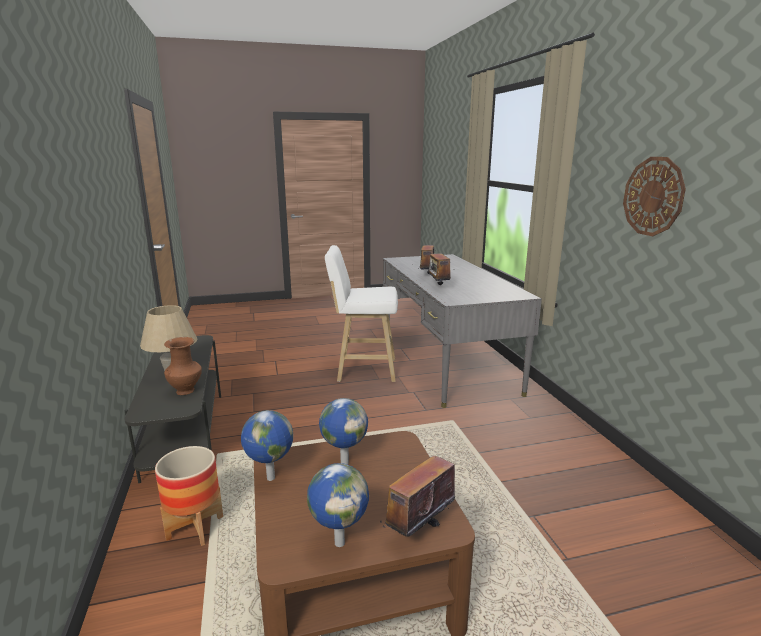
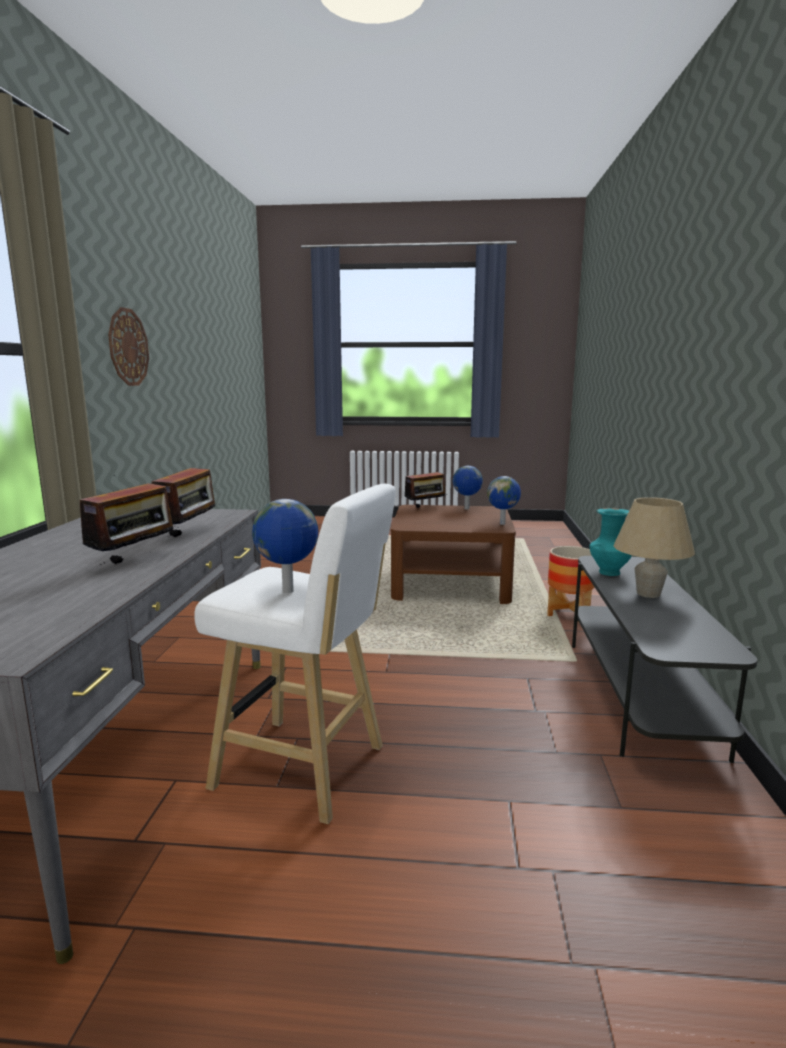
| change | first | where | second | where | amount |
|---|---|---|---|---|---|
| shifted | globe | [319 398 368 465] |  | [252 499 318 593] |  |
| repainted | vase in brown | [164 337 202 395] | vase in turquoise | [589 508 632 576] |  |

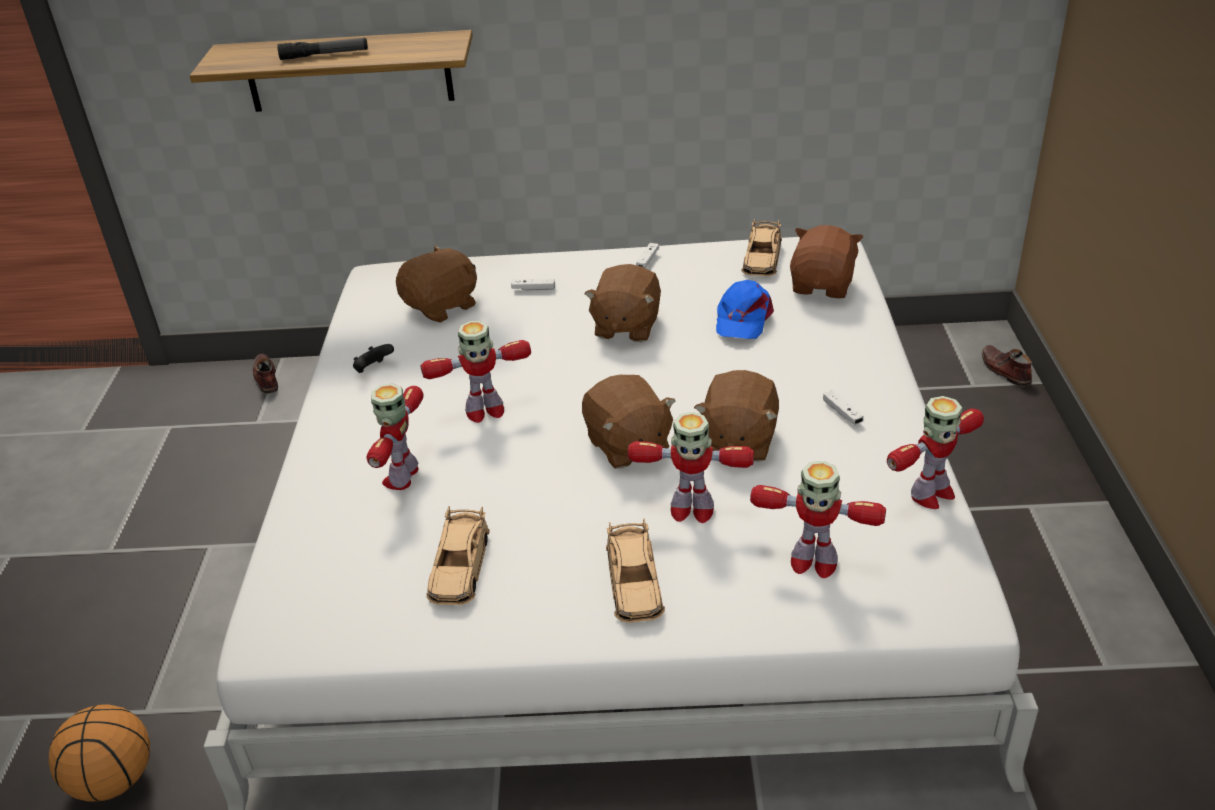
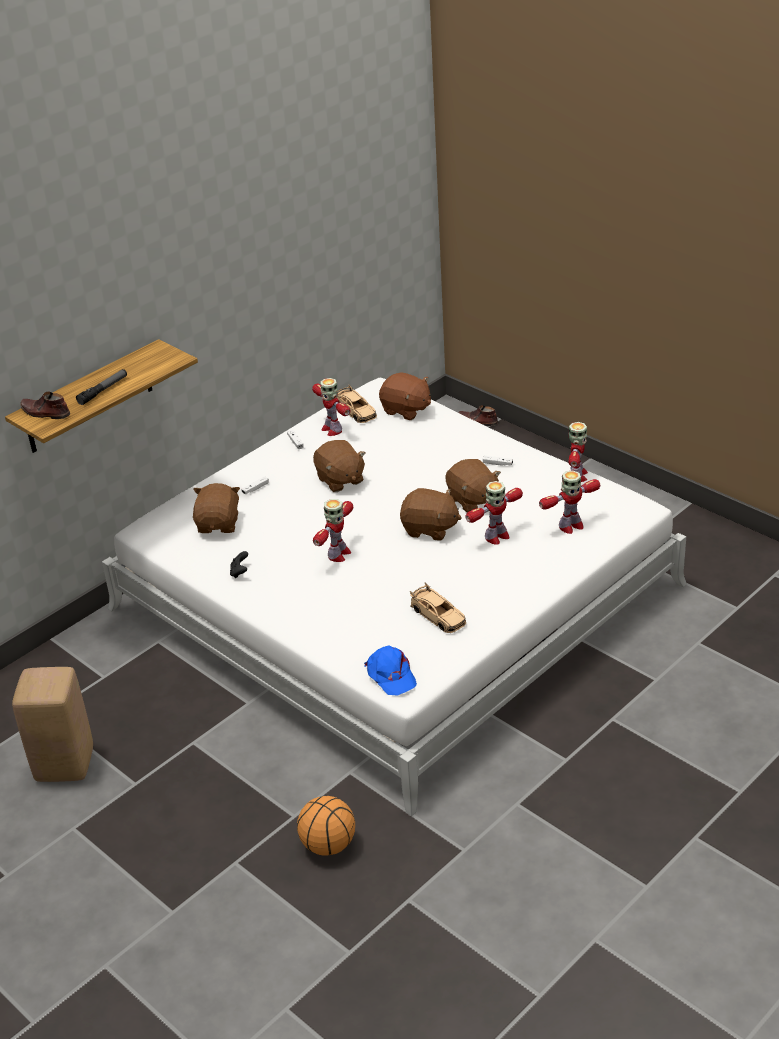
| change | first | where | second | where | amount |
|---|---|---|---|---|---|
| new |  |  | stool in beige | [12 667 93 782] |  |
| shifted | shoe in brown | [253 354 278 394] |  | [20 392 70 419] |  |
| shifted | toy robot | [367 384 423 490] |  | [312 378 350 436] |  |
| shifted | cap in blue | [716 280 774 339] |  | [364 646 417 696] |  |
| rotated | plush toy in brown | [790 225 863 298] |  | [379 372 431 420] | 150 degrees clockwise |
| gone | toy car in beige | [606 518 665 623] |  |  |  |

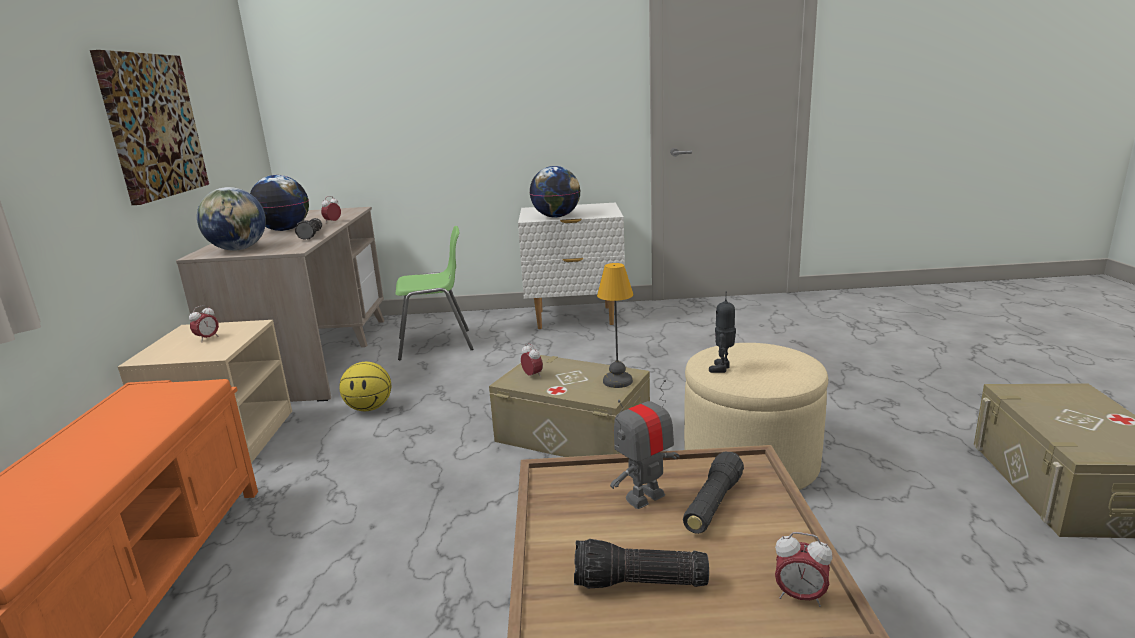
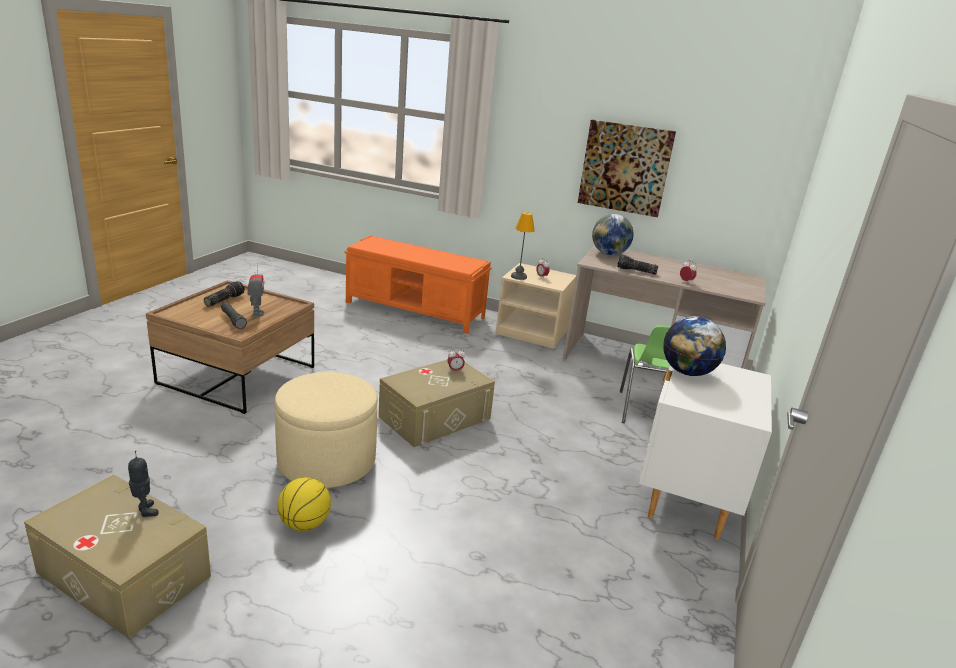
| change | first | where | second | where | amount |
|---|---|---|---|---|---|
| shifted | toy robot | [709 292 736 373] |  | [128 451 159 517] |  |
| shifted | basketball | [339 362 391 411] |  | [277 477 331 531] |  |
| shifted | table lamp | [597 263 634 388] |  | [511 212 535 280] |  |
| gone | globe | [250 175 309 231] |  |  |  |
| gone | alarm clock | [775 532 833 607] |  |  |  |

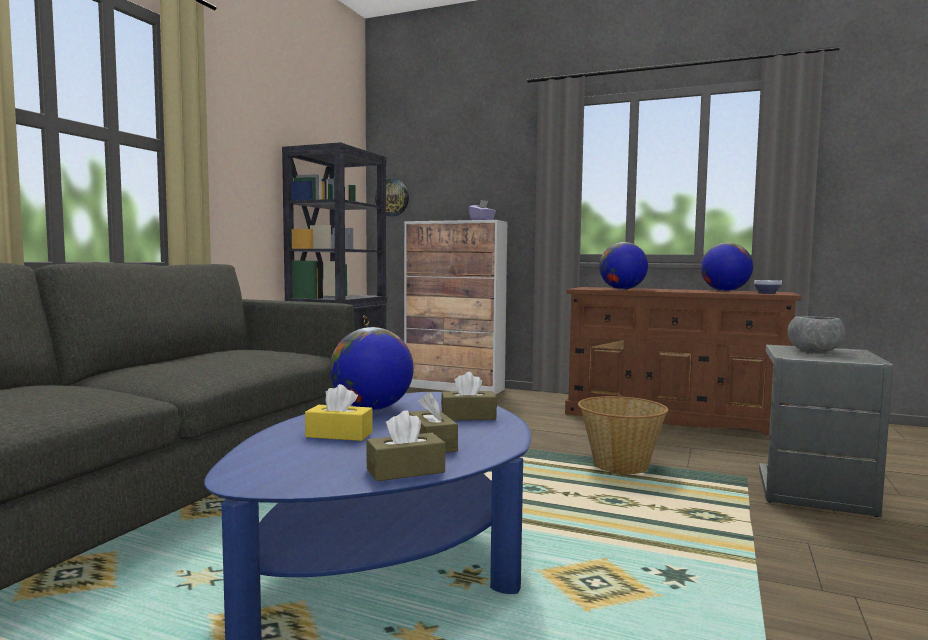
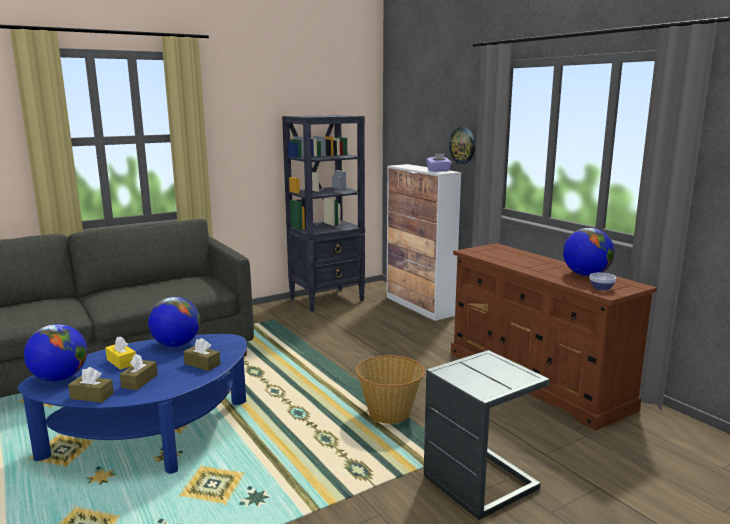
| change | first | where | second | where | amount |
|---|---|---|---|---|---|
| shifted | globe | [599 242 648 290] |  | [24 324 87 381] |  |
| shifted | wall clock | [375 179 409 217] |  | [449 127 475 164] |  |
| gone | bowl in grey | [788 316 845 352] |  |  |  |

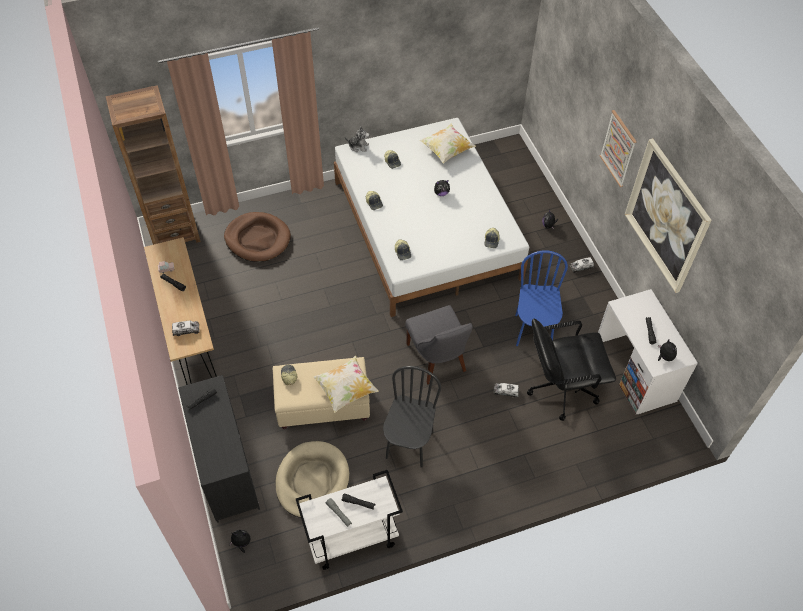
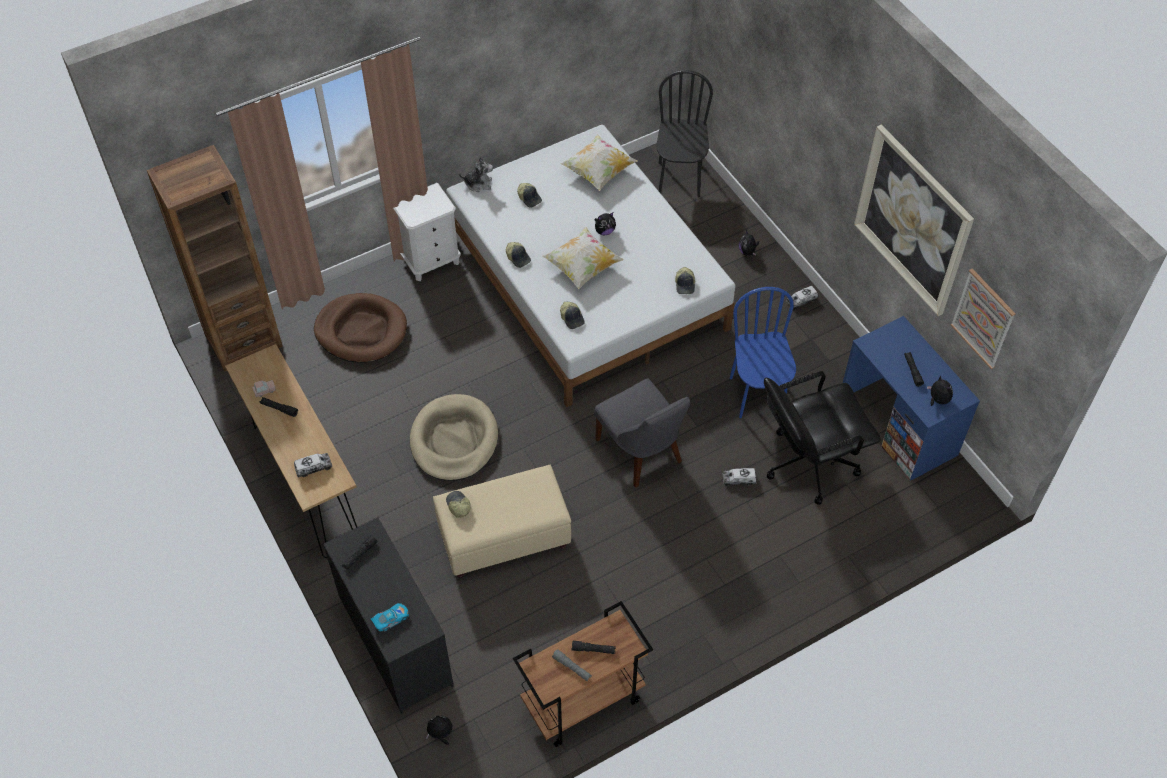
| change | first | where | second | where | amount |
|---|---|---|---|---|---|
| new |  |  | toy car | [370 603 409 632] |  |
| new |  |  | nightstand in white | [393 183 461 281] |  |
| shifted | dog bed in beige | [276 441 349 518] |  | [410 394 498 481] |  |
| repainted | cart in white | [296 470 403 570] | cart in brown | [513 601 653 747] |  |
| shifted | pillow | [313 356 379 413] |  | [542 227 624 289] |  |
| shifted | chair in black | [383 366 441 468] |  | [656 70 713 197] |  |
| repainted | desk in white | [598 289 698 415] | desk in blue | [843 316 980 481] |  |
| shifted | picture | [600 110 637 187] |  | [951 269 1016 369] |  |

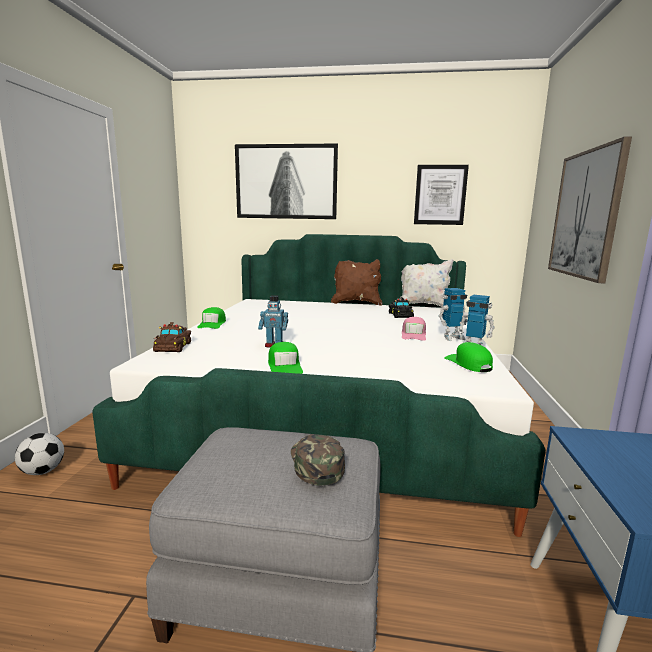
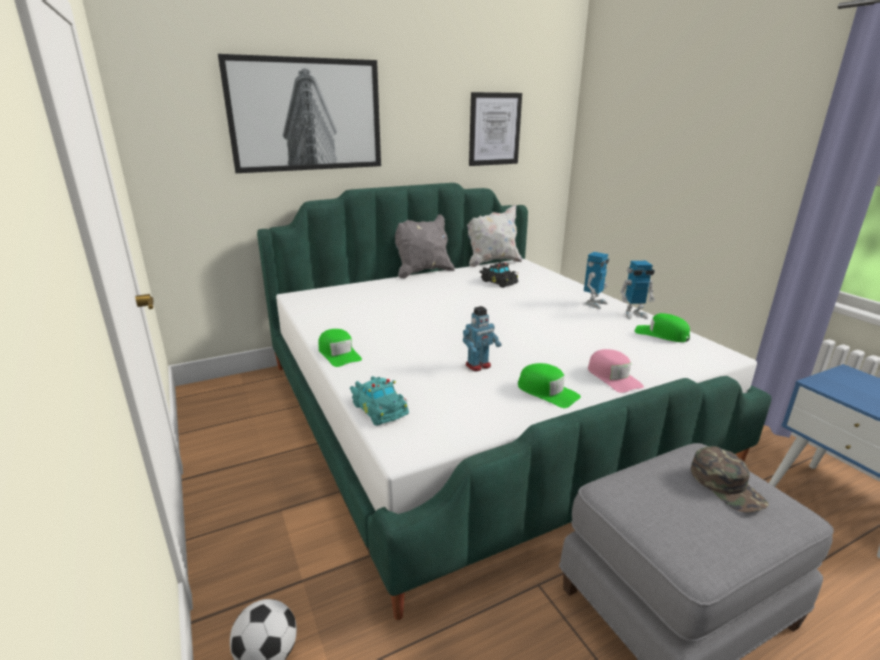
| change | first | where | second | where | amount |
|---|---|---|---|---|---|
| repainted | toy car in brown | [153 322 191 352] | toy car in turquoise | [350 376 409 426] |  |
| repainted | pillow in brown | [331 259 382 306] | pillow in grey | [395 214 455 279] |  |
| shifted | cap in pink | [402 317 426 341] |  | [588 349 644 393] |  |
| rotated | cap in green | [291 434 345 486] |  | [691 446 769 513] | 150 degrees counterclockwise |
| gone | picture | [548 137 632 283] |  |  |  |

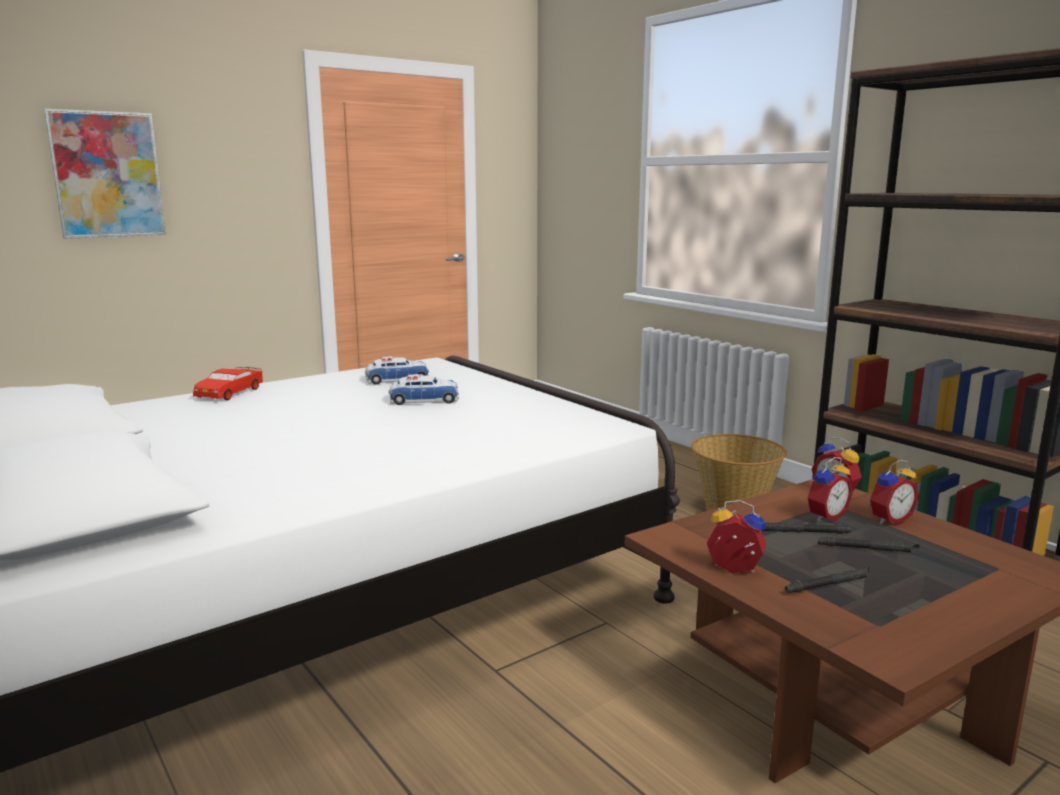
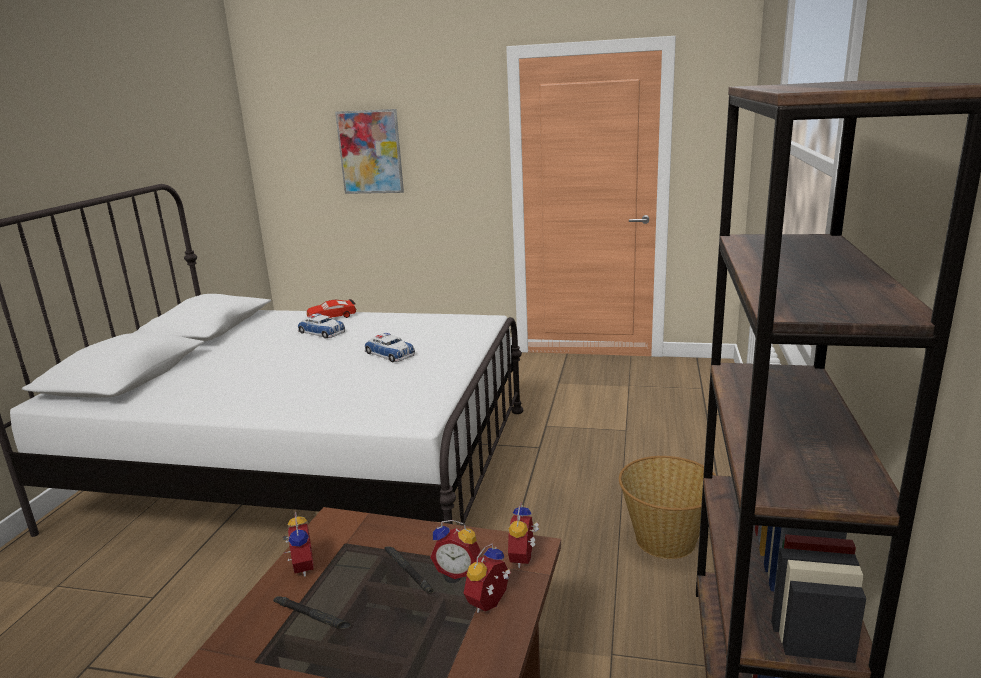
| change | first | where | second | where | amount |
|---|---|---|---|---|---|
| shifted | toy car | [365 356 429 385] |  | [298 313 345 339] |  |
| rotated | alarm clock | [870 460 919 524] |  | [463 543 511 613] | 105 degrees clockwise |
| gone | flashlight in black | [817 536 920 553] |  |  |  |

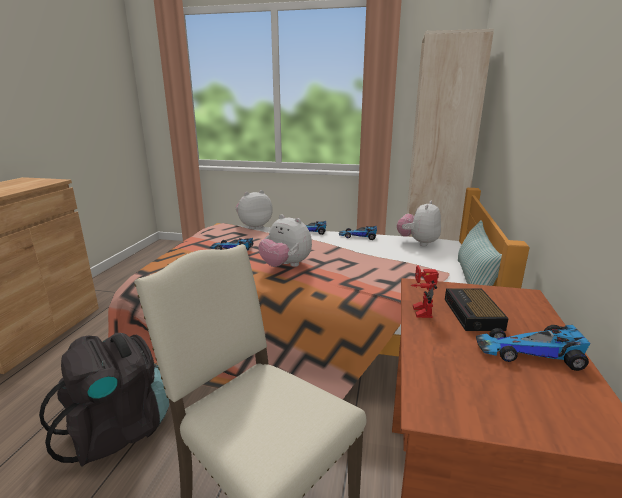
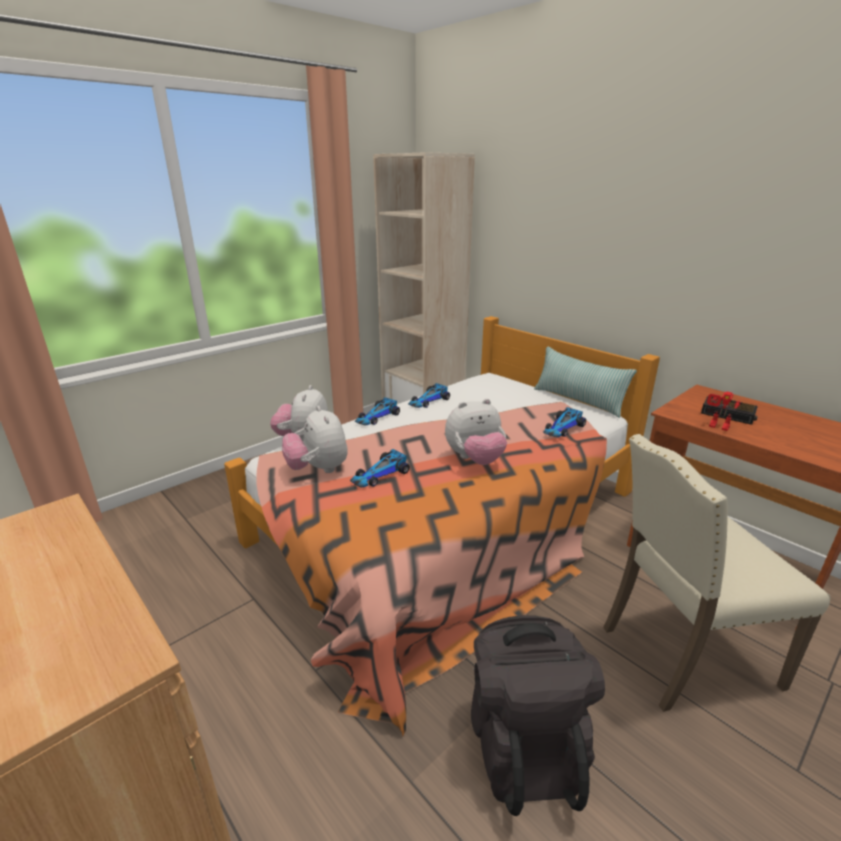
| change | first | where | second | where | amount |
|---|---|---|---|---|---|
| shifted | plush toy | [397 201 441 246] |  | [282 406 348 473] |  |
| shifted | toy car | [476 325 590 371] |  | [543 407 586 437] |  |

